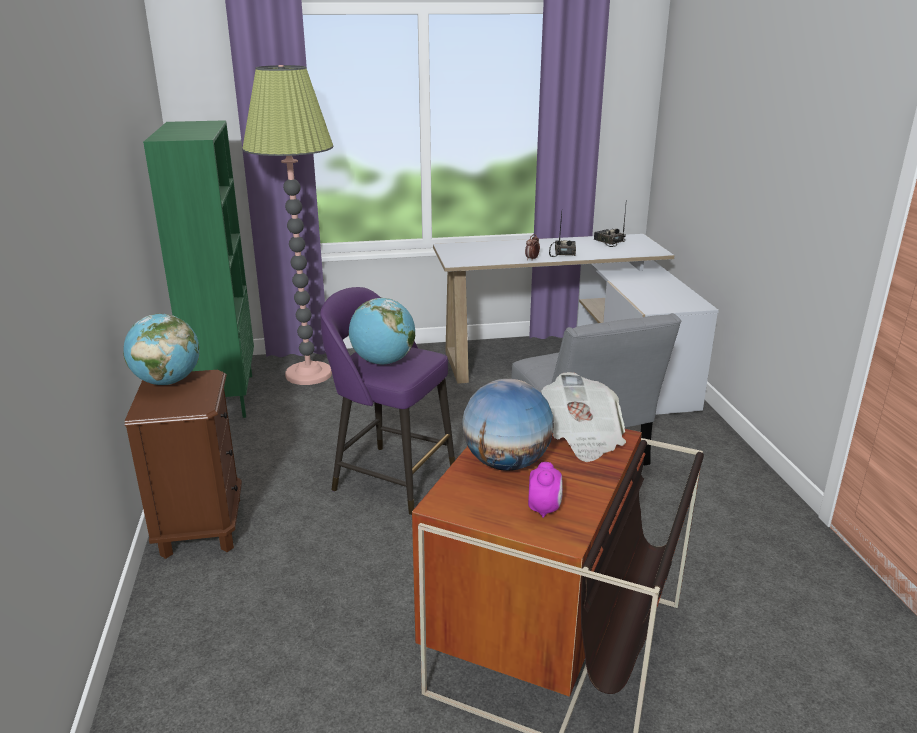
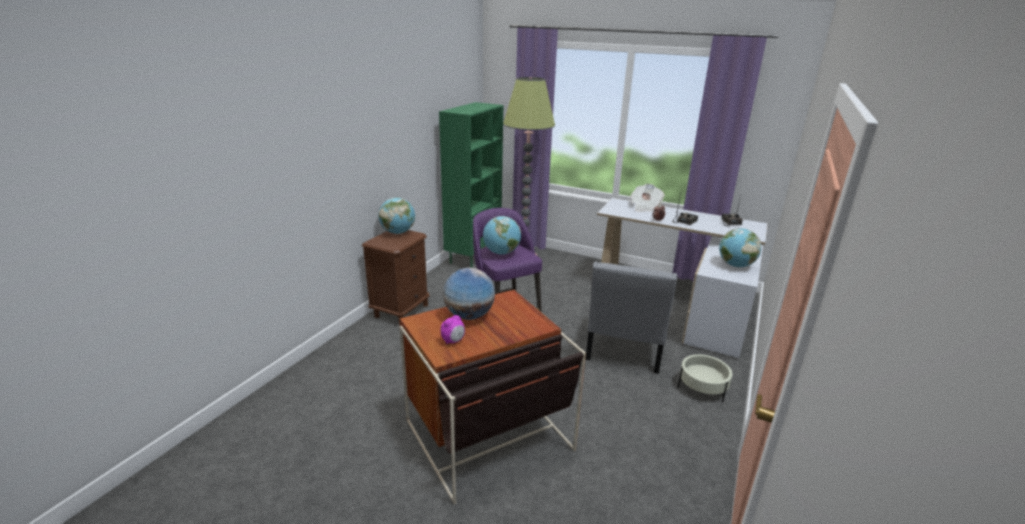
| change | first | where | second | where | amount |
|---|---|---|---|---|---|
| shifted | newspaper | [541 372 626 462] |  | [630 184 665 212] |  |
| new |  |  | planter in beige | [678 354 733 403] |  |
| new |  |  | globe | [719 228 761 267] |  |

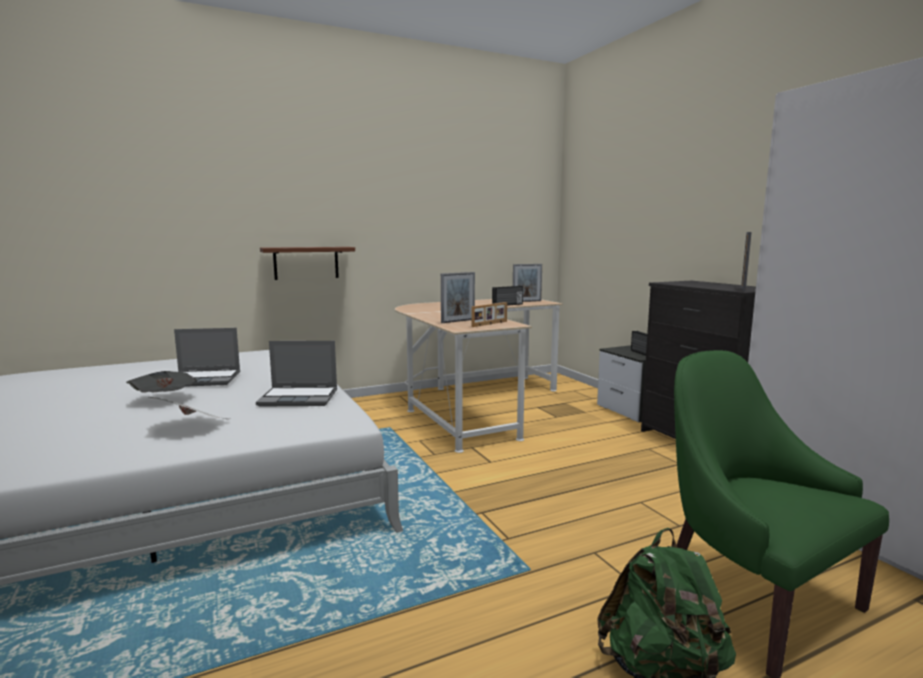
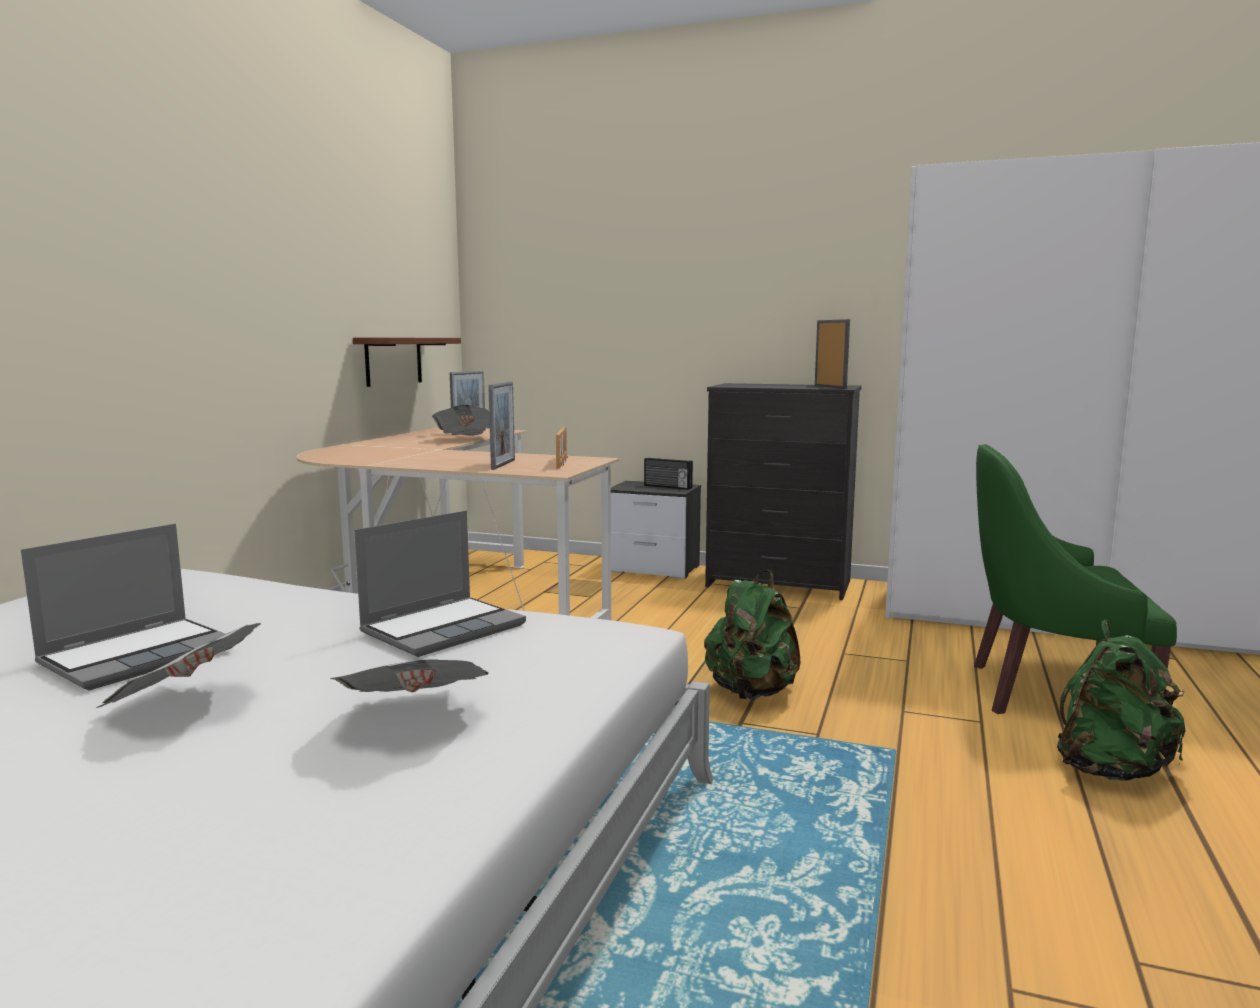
| change | first | where | second | where | amount |
|---|---|---|---|---|---|
| shifted | shelf | [260 247 355 280] |  | [353 338 461 387] |  |
| swapped | radio | [492 286 523 306] | newspaper | [432 405 490 436] |  |
| new |  |  | backpack in green | [704 570 800 699] |  |

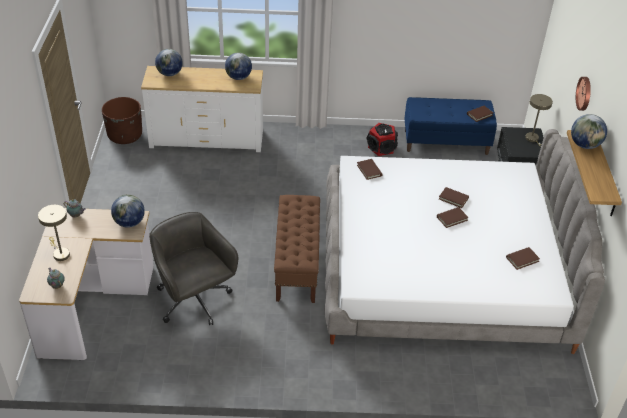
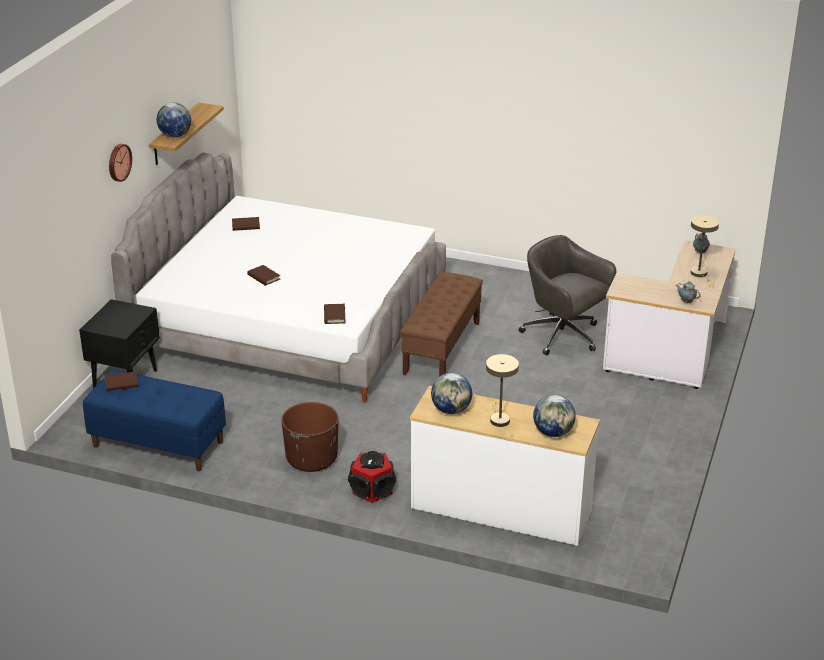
| change | first | where | second | where | amount |
|---|---|---|---|---|---|
| shifted | planter in brown | [102 97 142 144] |  | [281 402 338 472] |  |
| shifted | speaker | [367 123 398 156] |  | [348 451 396 503] |  |
| shifted | table lamp in beige | [525 94 553 147] |  | [486 354 519 427] |  |
| rotated | office chair in grey | [149 212 238 325] |  | [519 235 616 356] | 150 degrees clockwise |
| gone | globe | [111 195 145 228] |  |  |  |
| gone | book in brown | [437 207 469 228] |  |  |  |

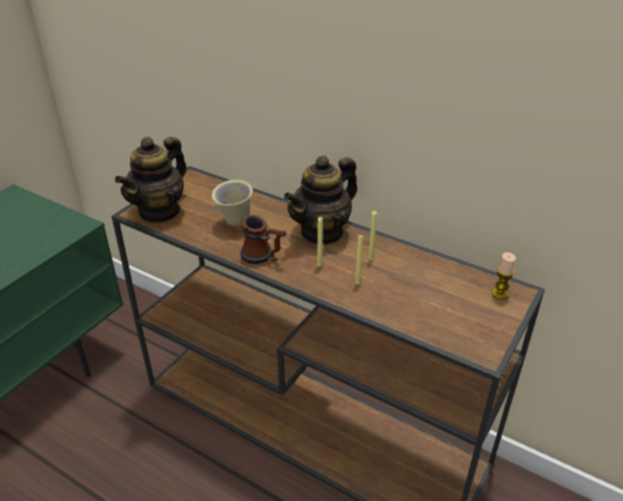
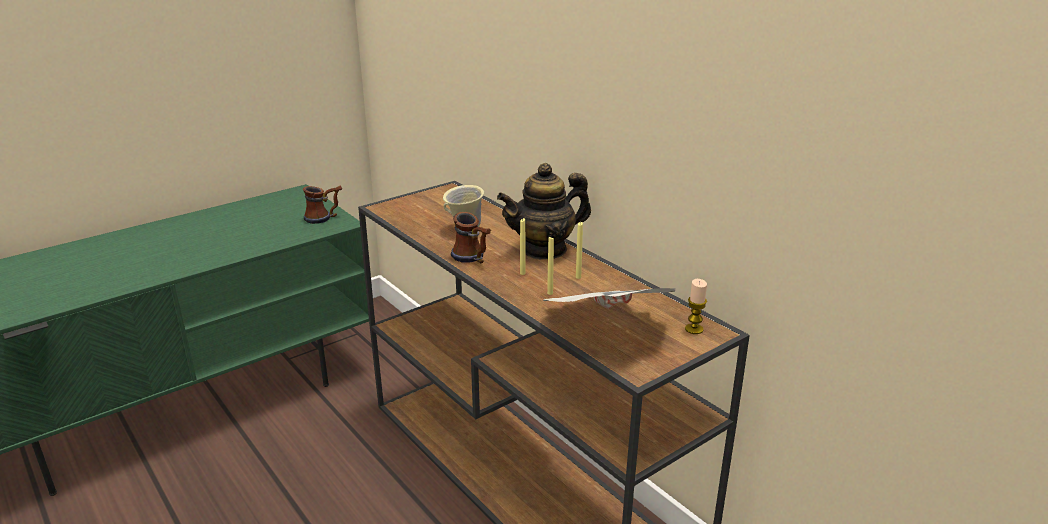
| change | first | where | second | where | amount |
|---|---|---|---|---|---|
| new |  |  | mug | [303 186 342 224] |  |
| new |  |  | newspaper | [543 288 675 309] |  |
| gone | teapot | [115 137 187 223] |  |  |  |

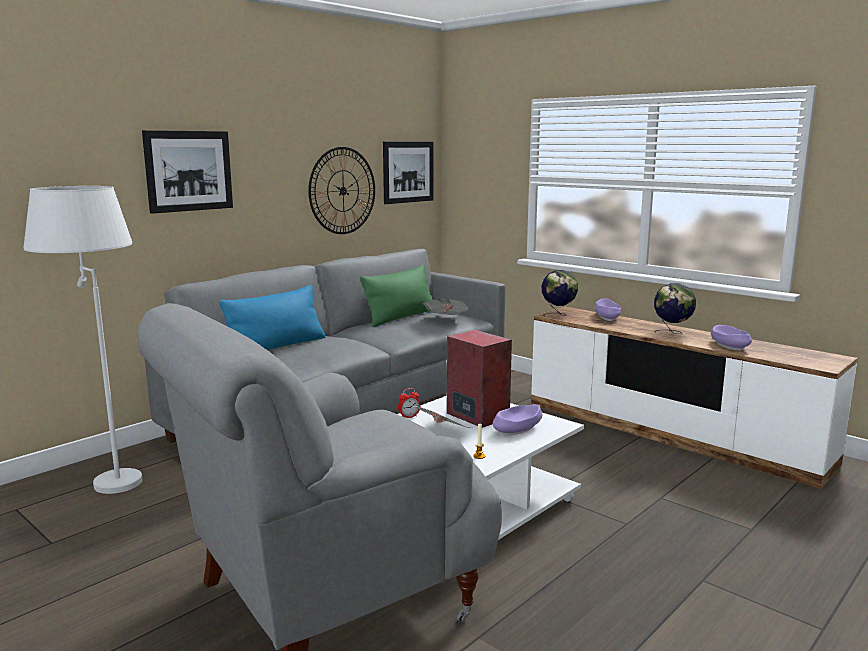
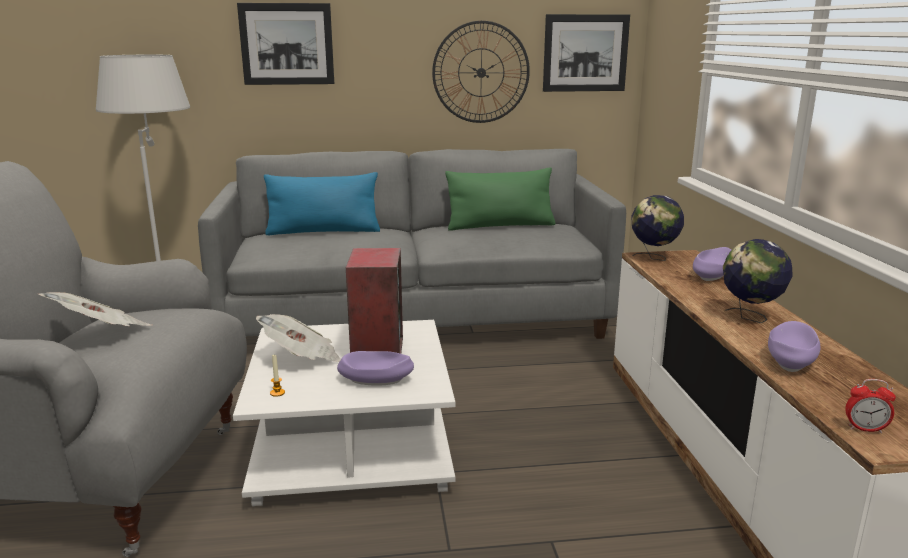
| change | first | where | second | where | amount |
|---|---|---|---|---|---|
| shifted | newspaper | [423 298 469 315] |  | [38 292 151 326] |  |
| shifted | alarm clock | [398 388 421 418] |  | [845 379 896 433] |  |

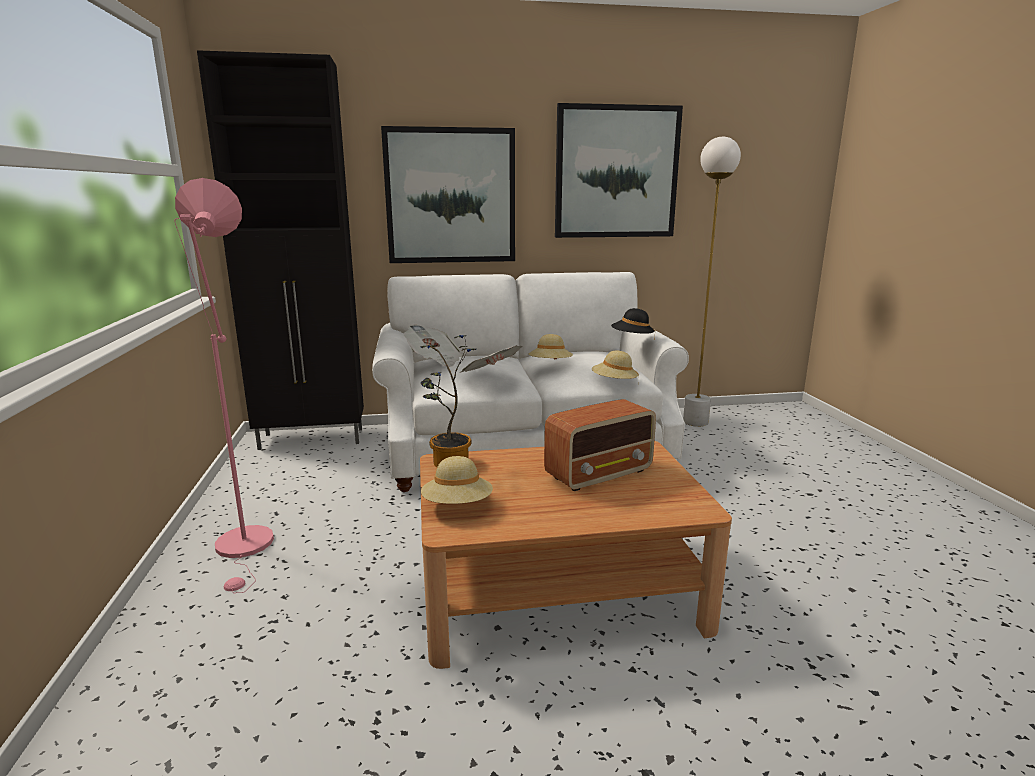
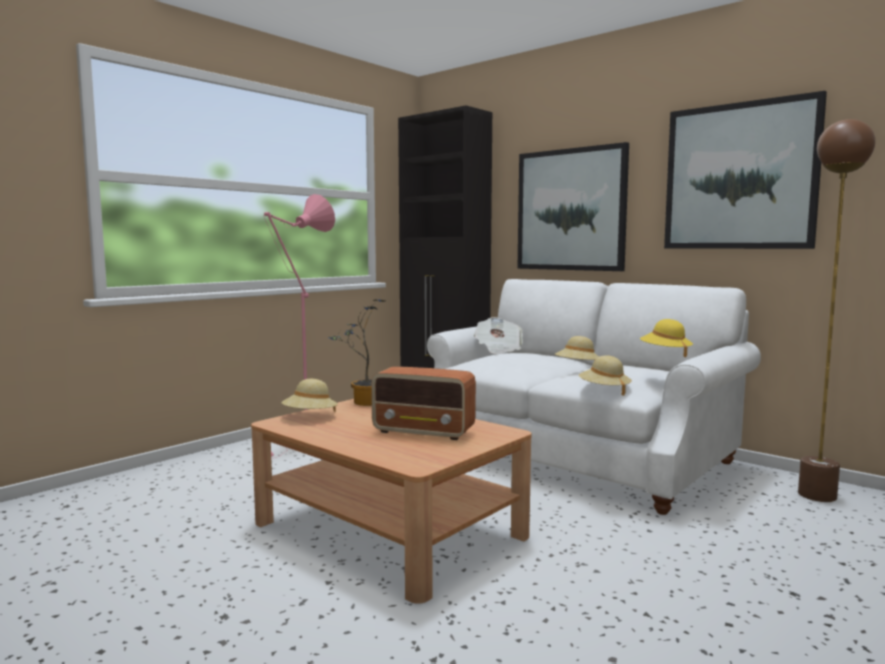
| change | first | where | second | where | amount |
|---|---|---|---|---|---|
| repainted | hat in black | [611 308 655 334] | hat in yellow | [640 319 693 358] |  |
| repainted | floor lamp in white | [683 137 741 427] | floor lamp in brown | [798 119 875 502] |  |
| gone | newspaper | [460 345 523 373] |  |  |  |

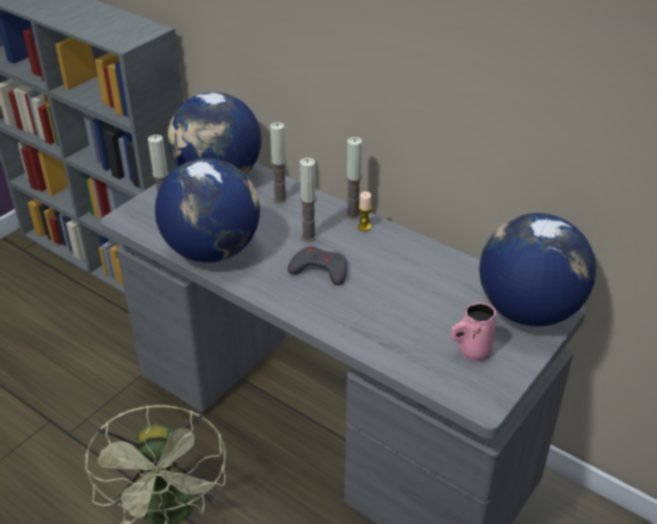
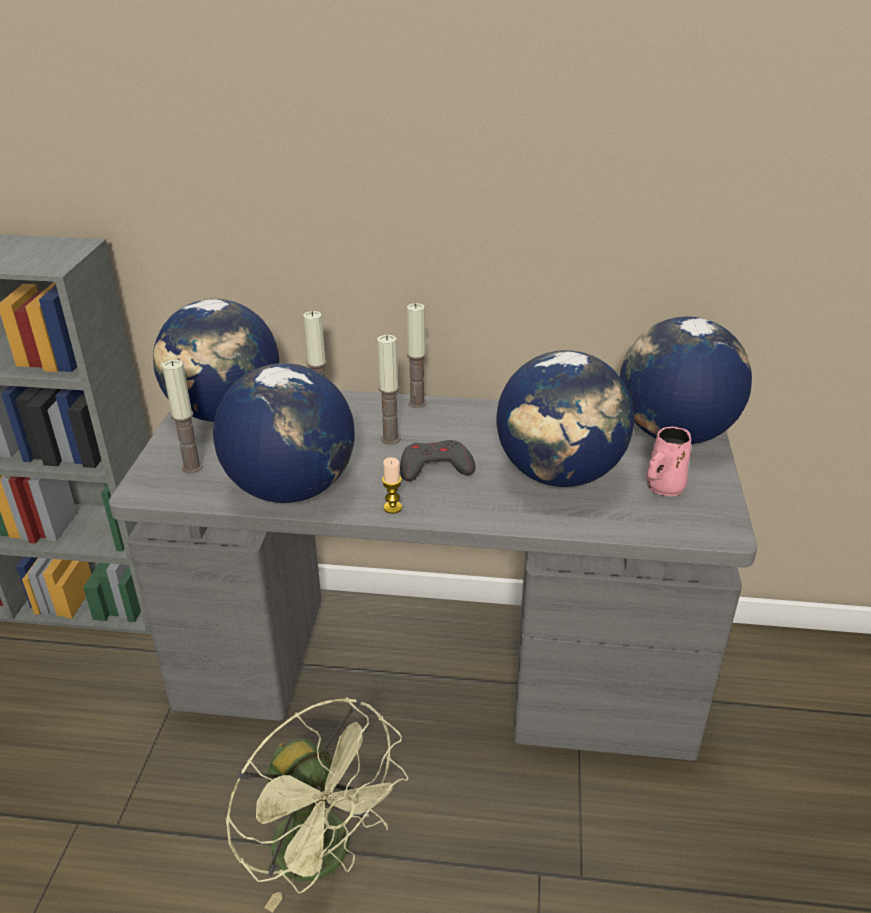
| change | first | where | second | where | amount |
|---|---|---|---|---|---|
| shifted | candle | [358 192 372 231] |  | [382 457 402 514] |  |
| new |  |  | globe | [496 350 634 487] |  |

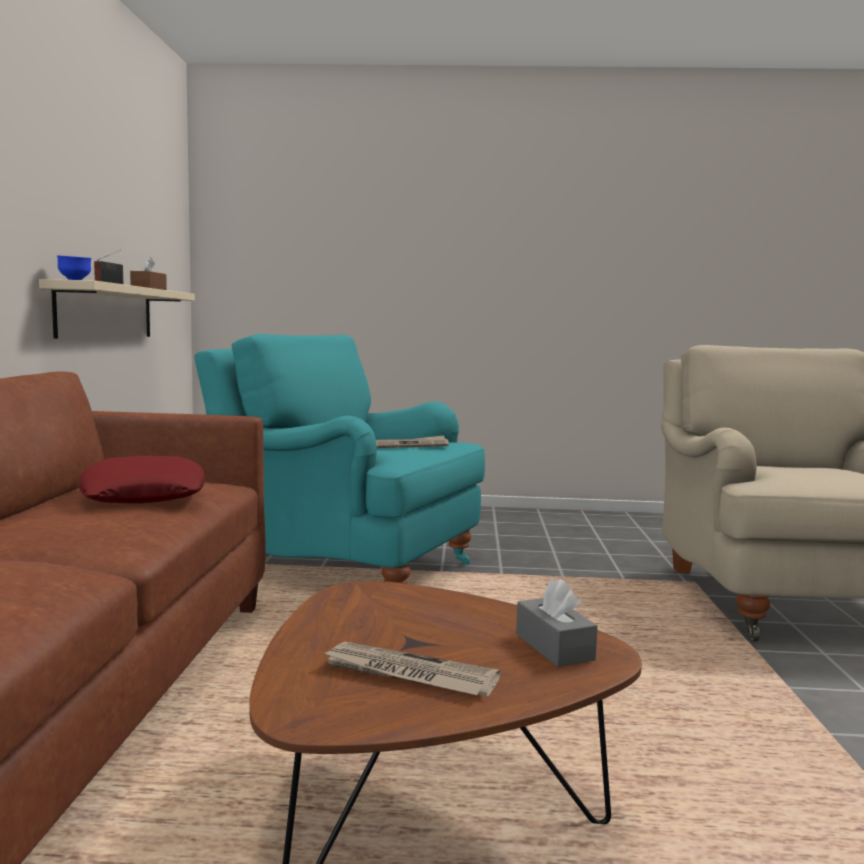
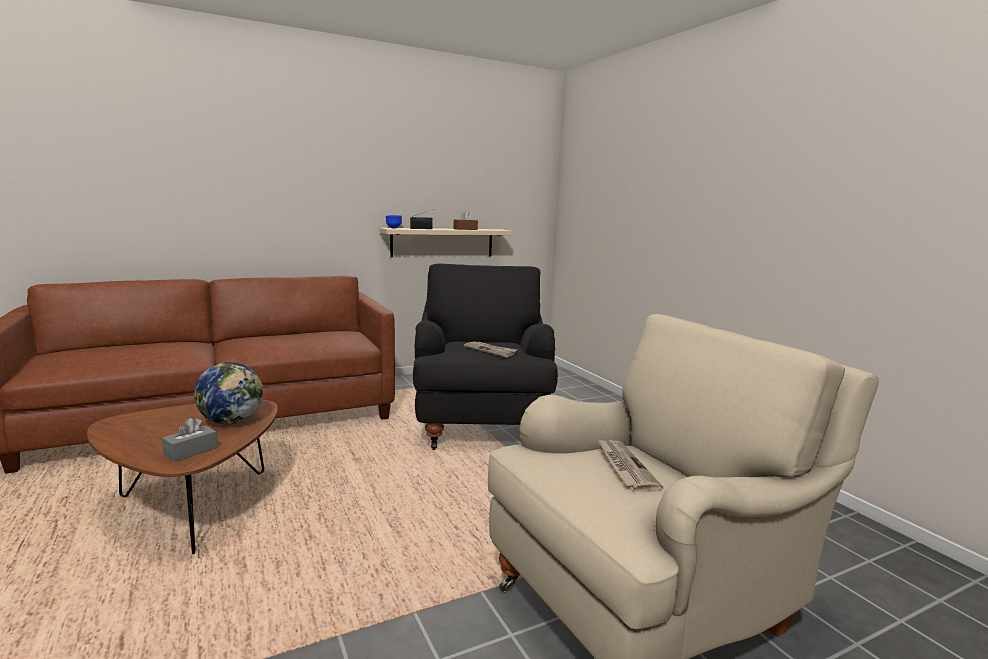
| change | first | where | second | where | amount |
|---|---|---|---|---|---|
| new |  |  | globe | [194 362 263 424] |  |
| repainted | armchair in turquoise | [194 334 485 584] | armchair in black | [413 264 558 450] |  |
| shifted | newspaper | [322 642 501 696] |  | [597 439 664 492] |  |
| gone | pillow in red | [79 456 205 504] |  |  |  |

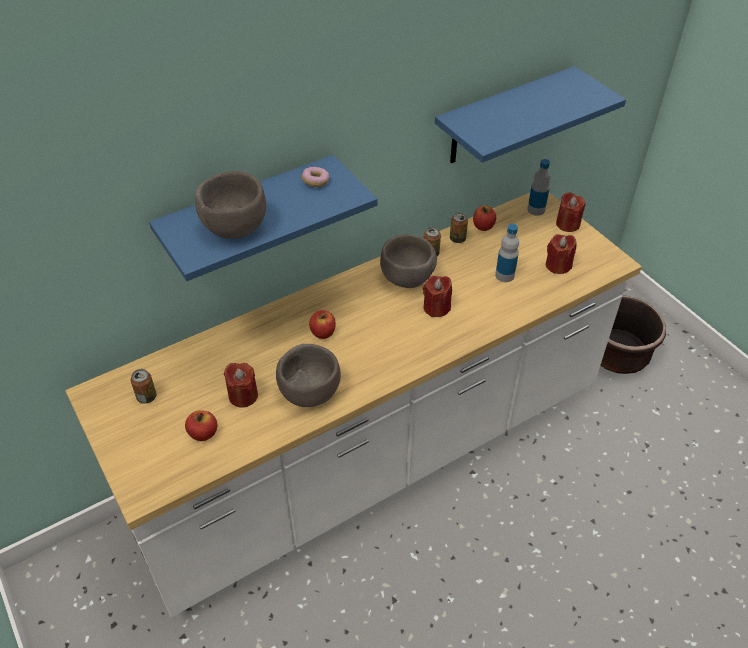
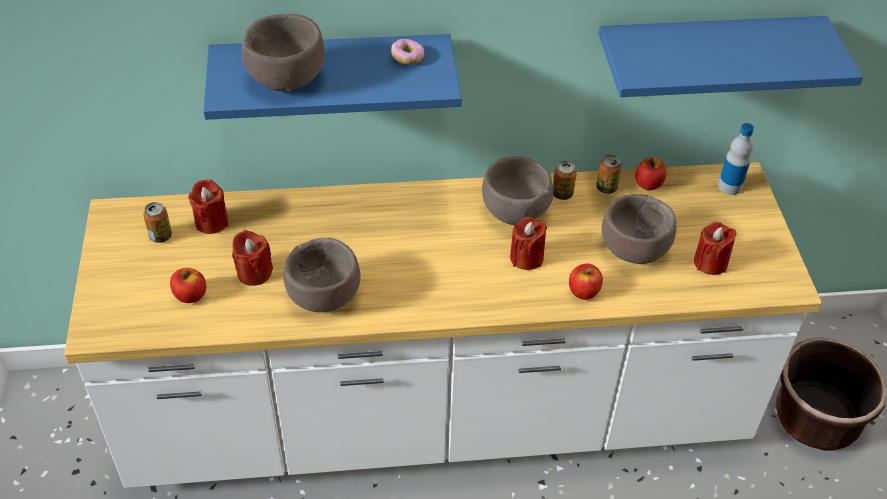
| change | first | where | second | where | amount |
|---|---|---|---|---|---|
| shifted | candle in red | [556 192 585 232] |  | [188 180 229 234] |  |
| shifted | apple | [309 310 336 339] |  | [569 264 603 300] |  |
| swapped | bottle | [495 224 519 282] | bowl in brown | [602 194 676 264] |  |

